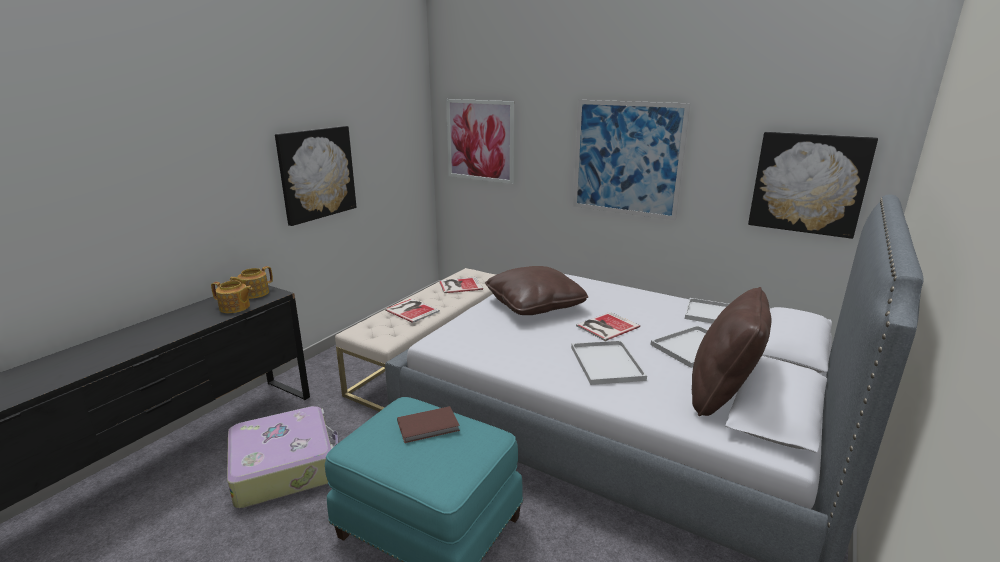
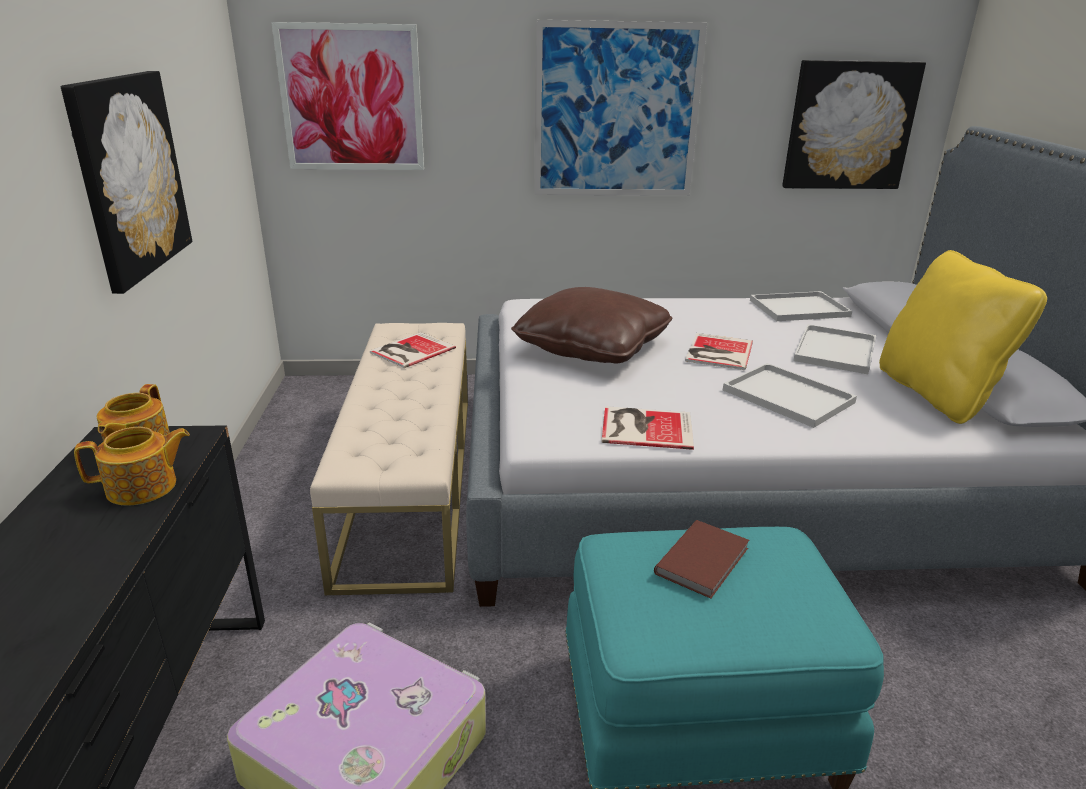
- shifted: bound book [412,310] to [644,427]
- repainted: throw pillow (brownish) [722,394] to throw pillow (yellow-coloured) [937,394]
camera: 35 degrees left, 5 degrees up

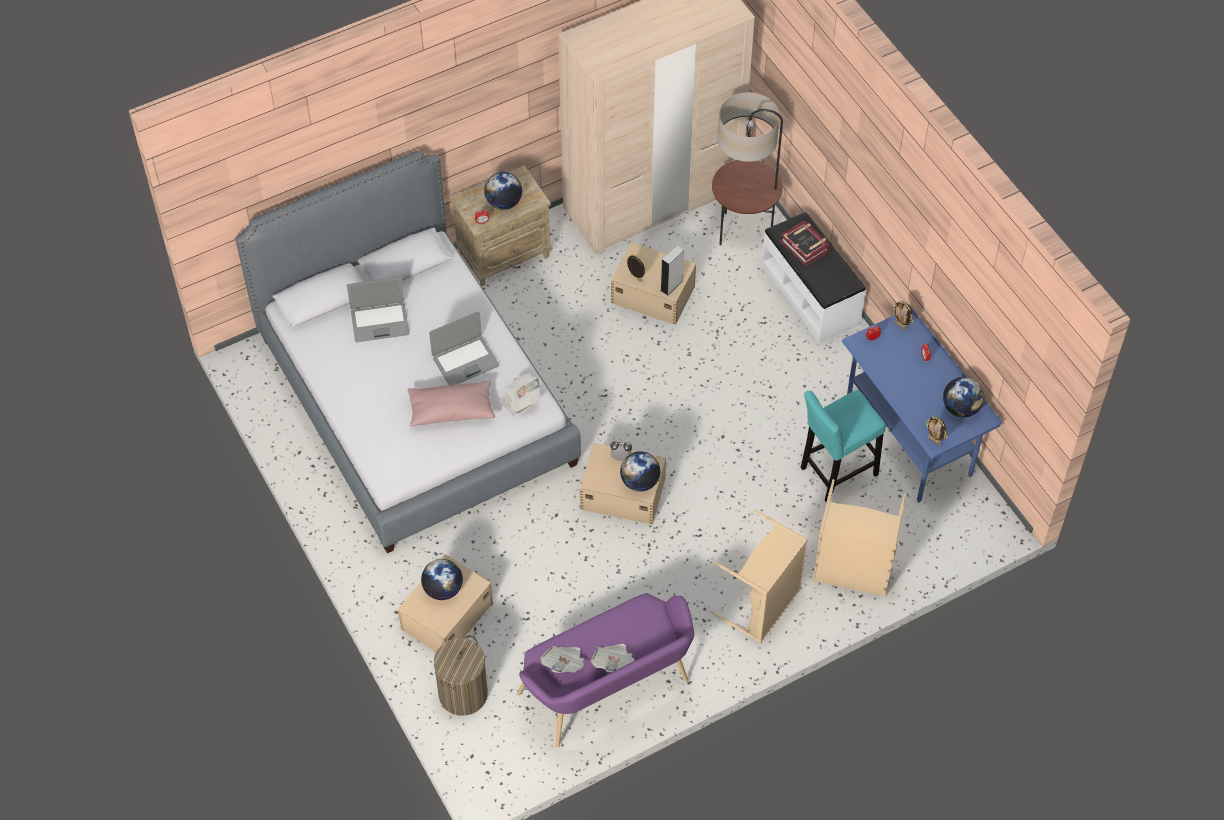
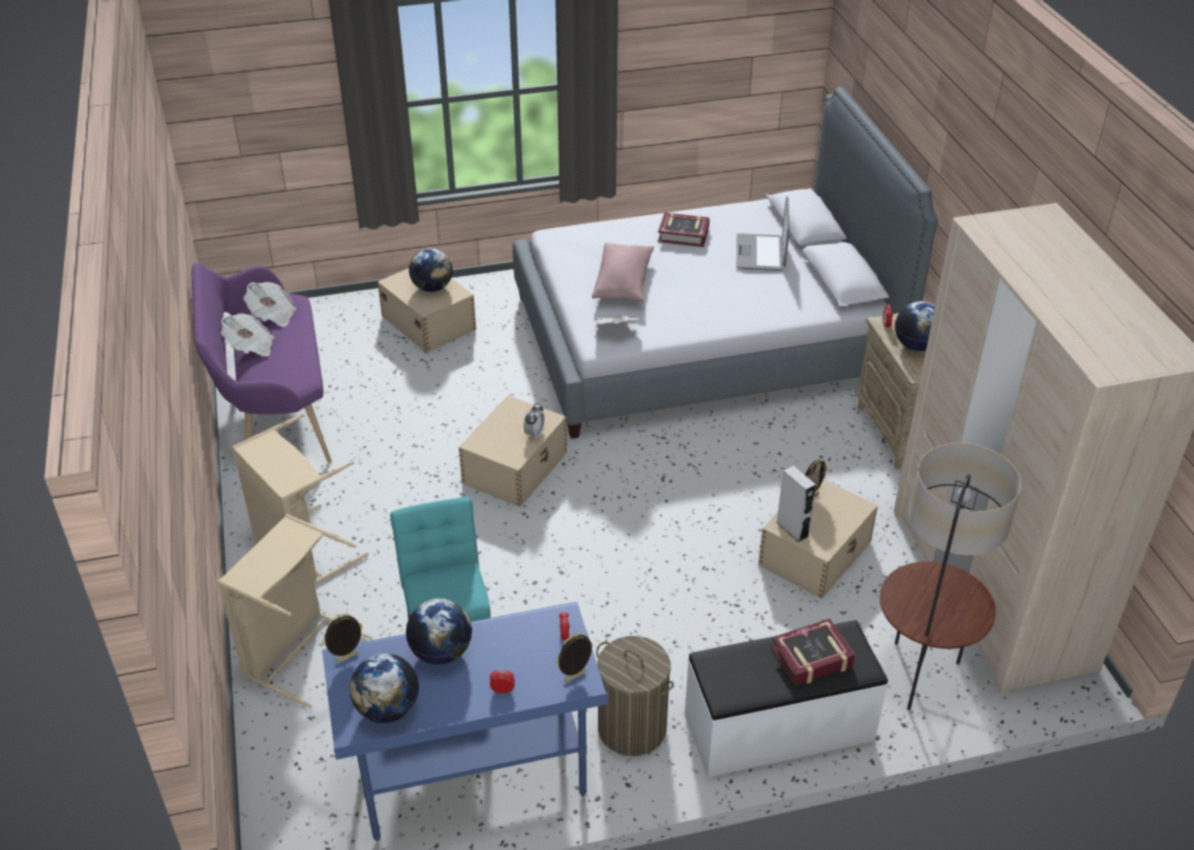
- gone: portable computer [465,361]
- shifted: hamper [463,694] to [632,728]
- shifted: globe [639,482] to [441,652]
- new: bound book [683,234]
camera: 105 degrees right, 15 degrees down

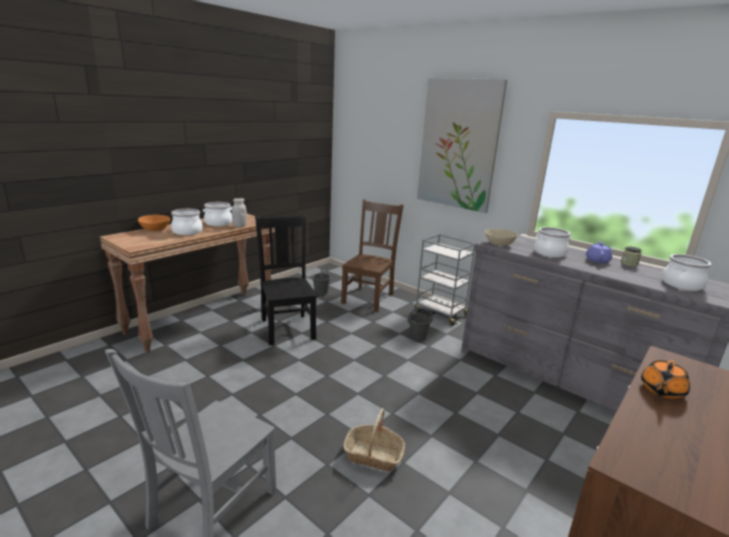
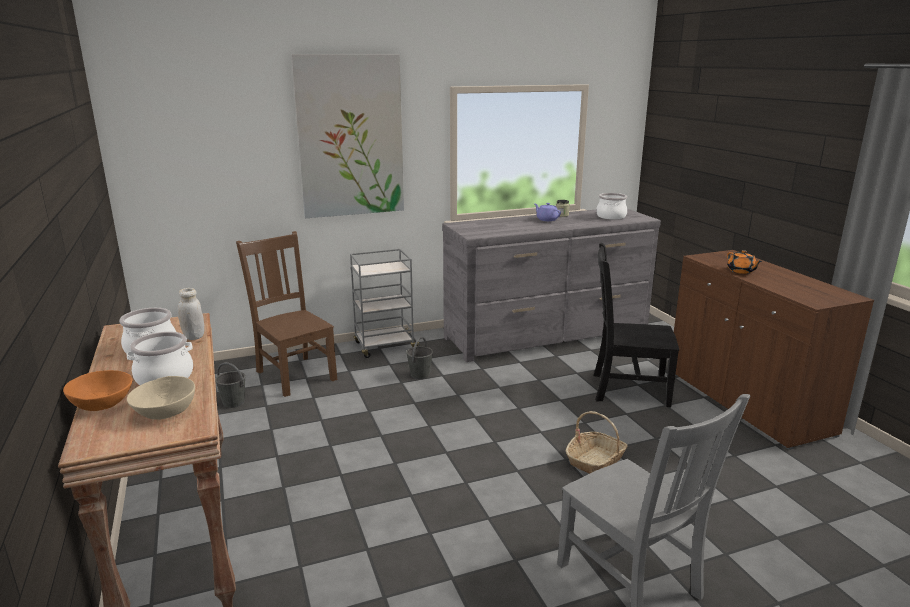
- shifted: plain chair (black) [287,327] to [627,389]
- shifted: bowl (beige) [499,244] to [165,412]
- gone: stockpot [550,253]
camera: 60 degrees left, 0 degrees up

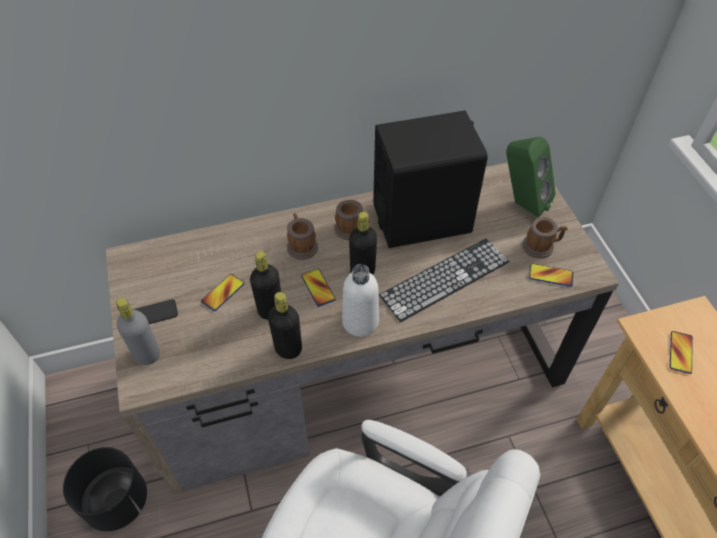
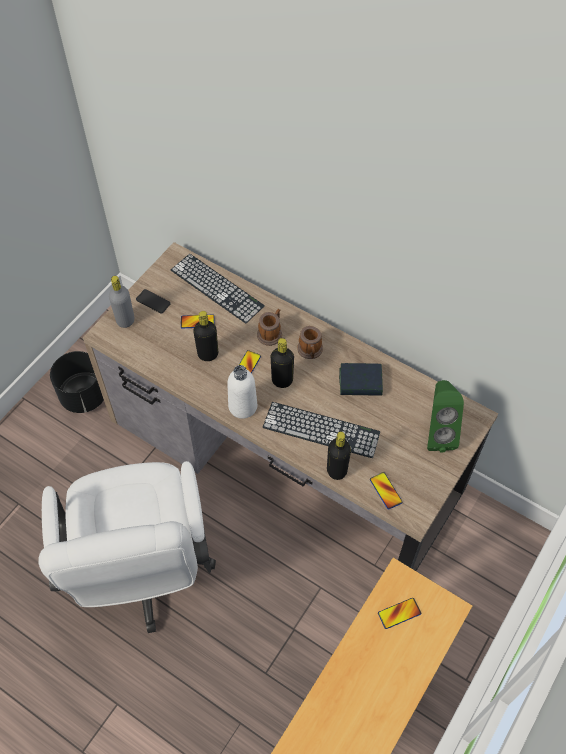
- shifted: beverage bottle (black) [288,349] to [336,470]
- swapped: audio speaker (black) [422,218] to bound book [360,383]
- gone: mug [541,246]
- new: computer keyboard [217,288]
camera: 50 degrees right, 5 degrees up

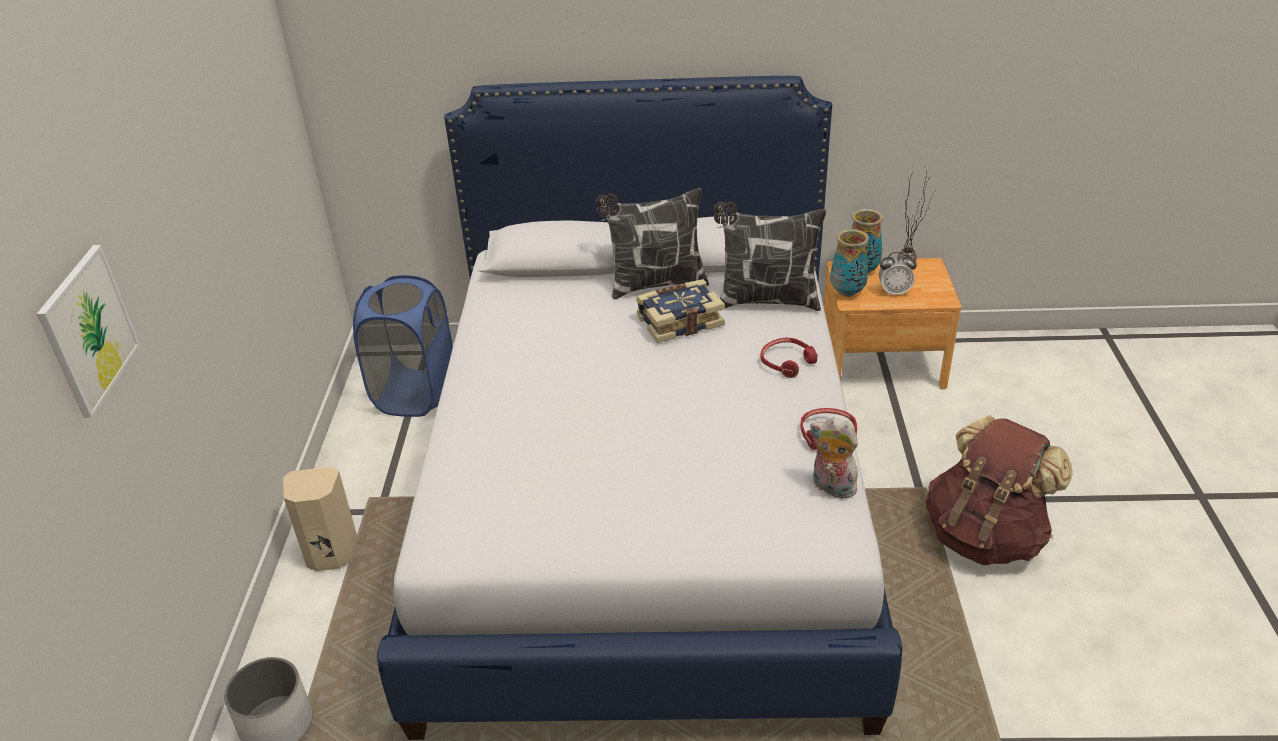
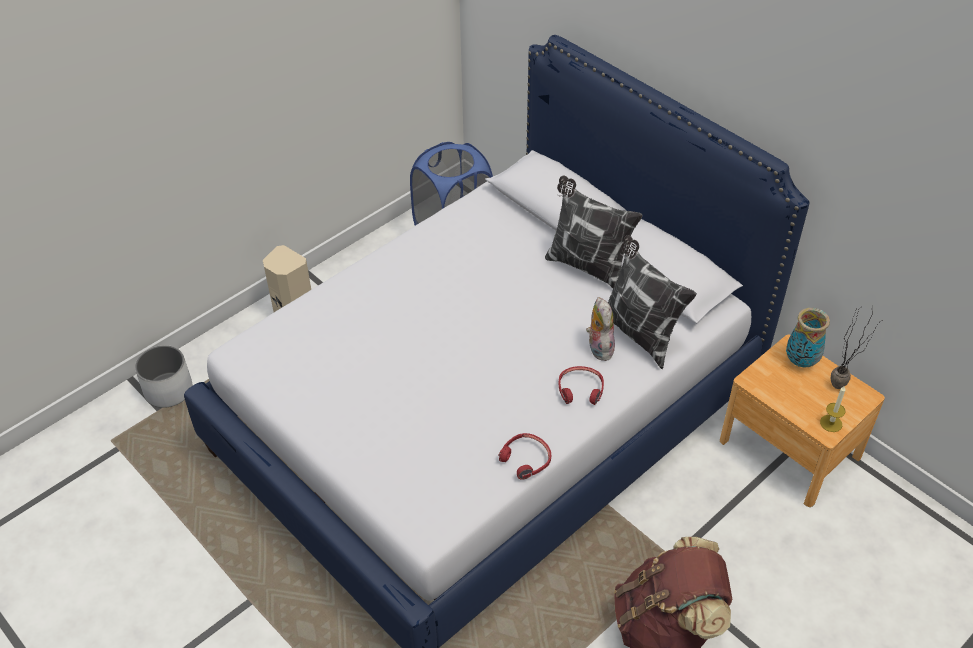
- gone: wall art [88,330]
- gone: bound book [679,321]
- shifted: soft toy [831,488] to [598,348]
- gone: decorative vase [847,292]
- gone: alarm clock [894,292]
- new: candle [831,423]
camera: 45 degrees right, 10 degrees up

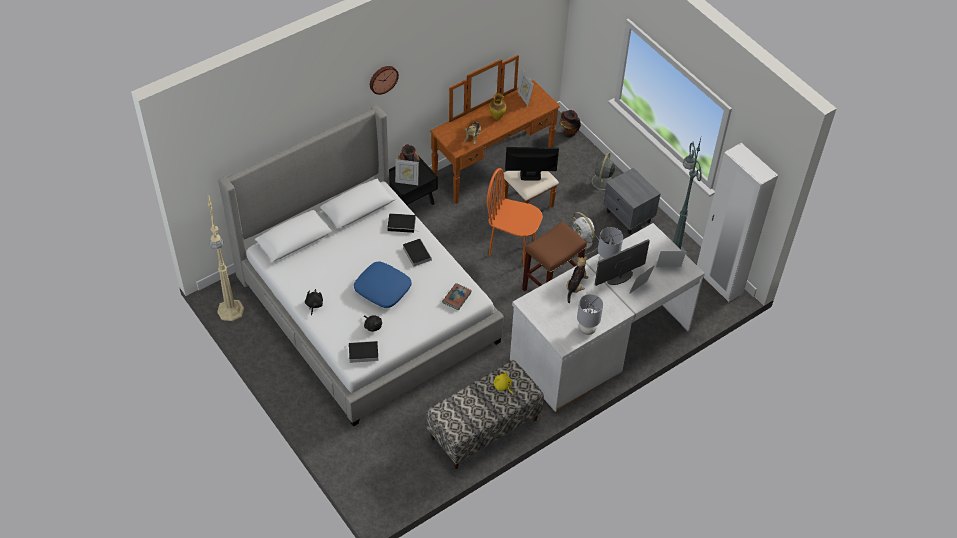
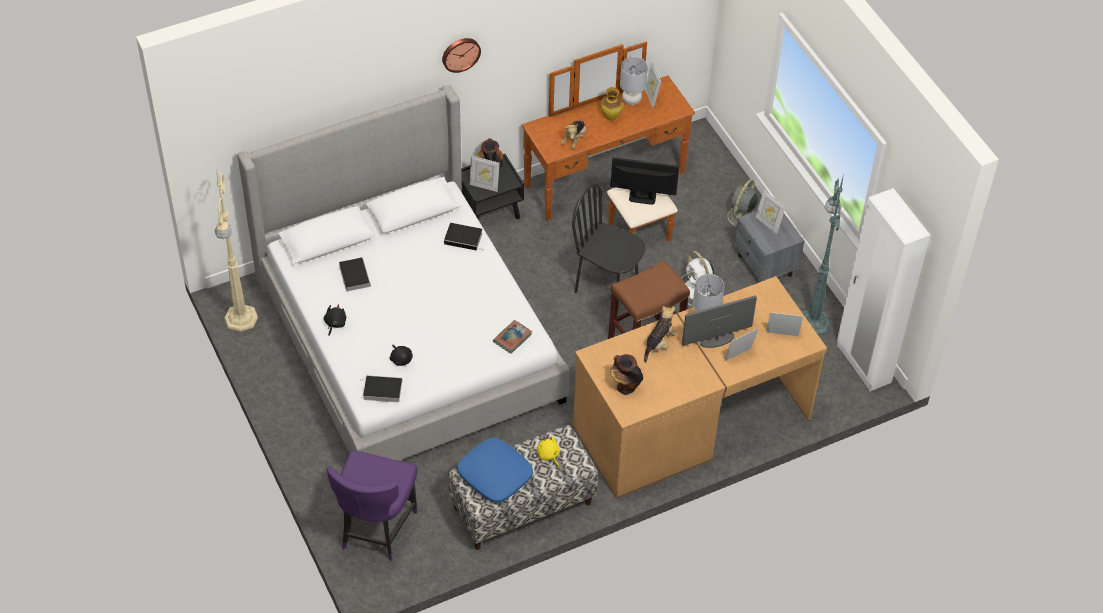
- shifted: throw pillow (bluish) [382,289] to [494,475]
- shifted: bound book [416,253] to [354,275]
- repainted: plain chair (orange) [512,248] to plain chair (black) [606,286]
- repainted: desk table (white) [599,343] to desk table (brownish) [691,421]
- shifted: decorative vase [568,133] to [625,387]
- shifted: lamp for a table (greyish) [587,330] to [632,100]
- new: plain chair (purple-coloured) [376,530]
- new: standing frame [768,224]
camera: 10 degrees right, 0 degrees up

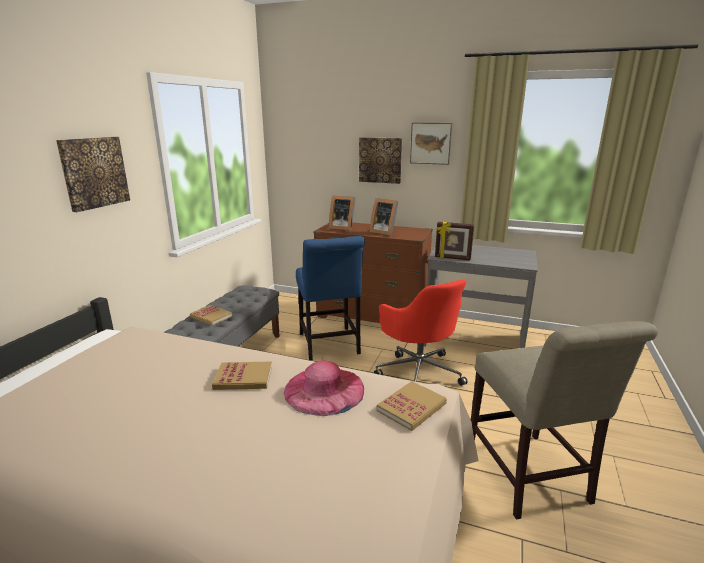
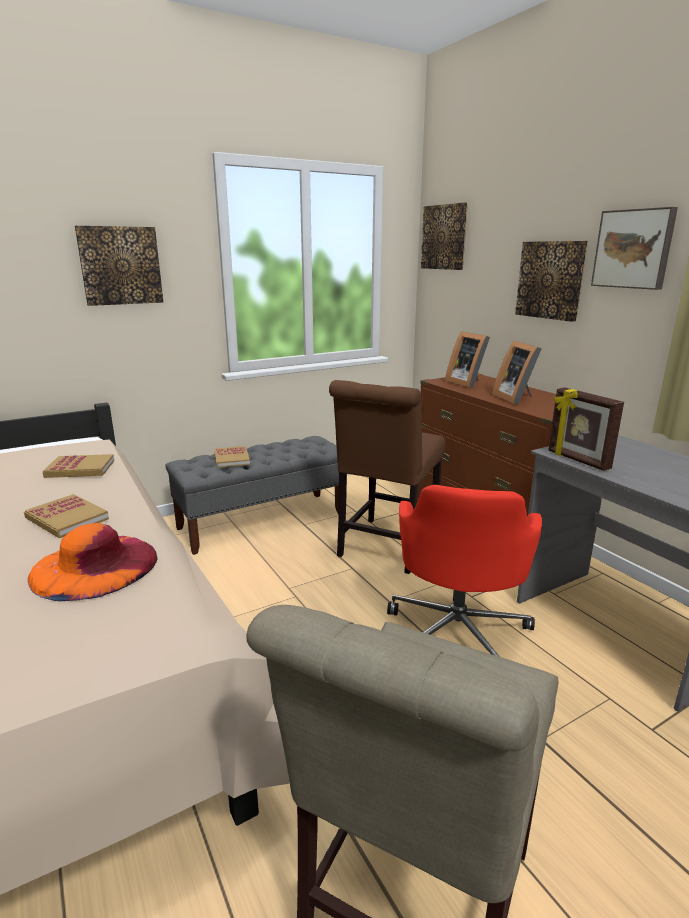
- repainted: wearable hat (pinkish) [324,389] to wearable hat (orange) [94,566]
- repainted: plain chair (bluish) [329,345] to plain chair (brownish) [385,548]
- shifted: bound book [411,407] to [80,469]
- new: wall art [444,237]
camera: 40 degrees right, 0 degrees up

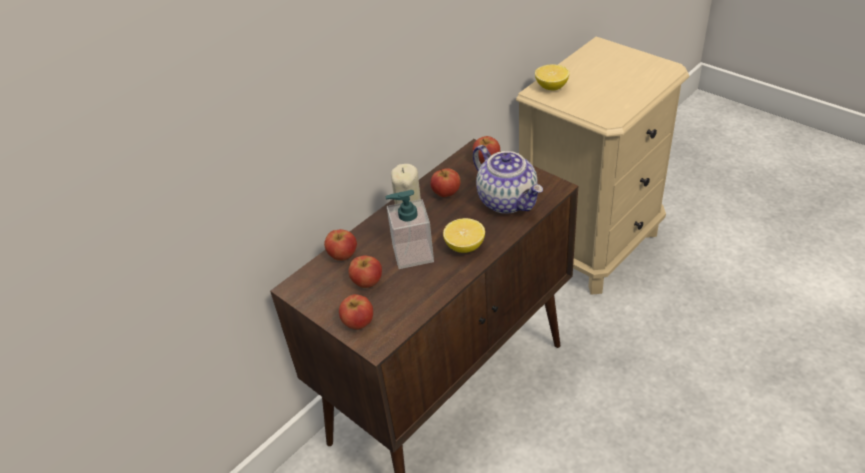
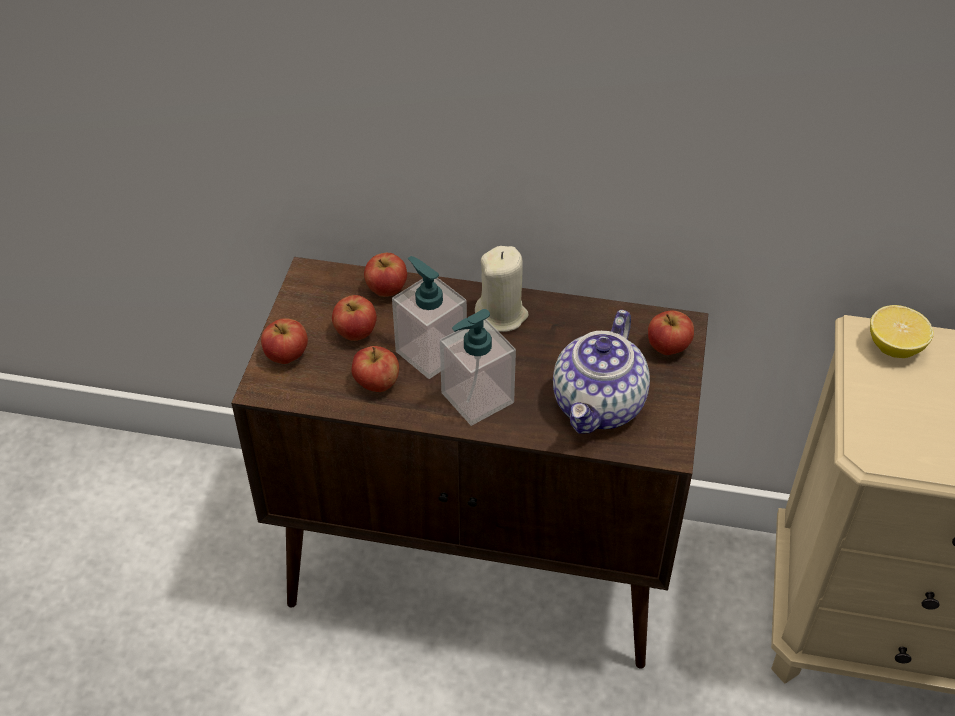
- shifted: whole apple [446,193] to [376,384]
- swapped: lemon [465,246] to soap dispenser [477,398]
camera: 55 degrees right, 5 degrees up

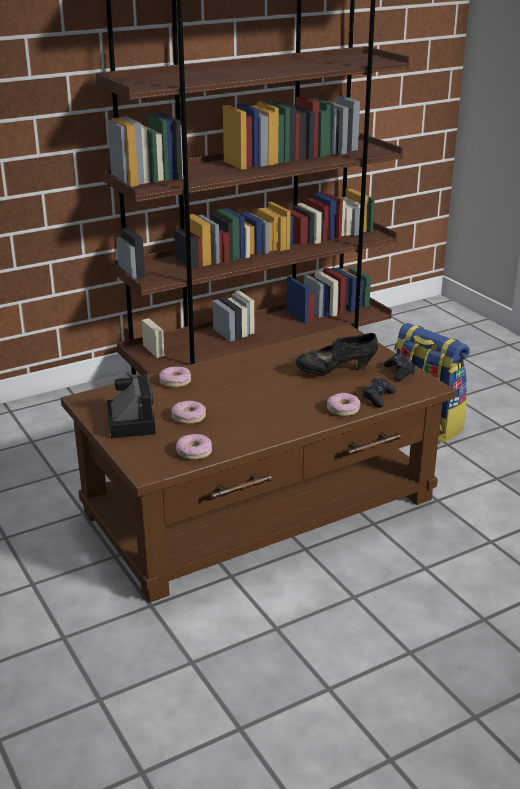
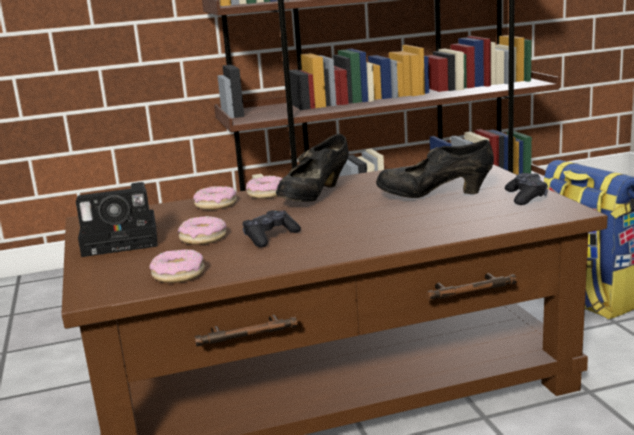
- rotated: photo camera [130,421] = [124,240] 75 degrees clockwise
- shifted: doughnut [343,409] to [266,194]
- shifted: gamepad (black) [378,398] to [270,237]
- new: item of footwear (black) [315,196]
camera: 15 degrees right, 10 degrees down

